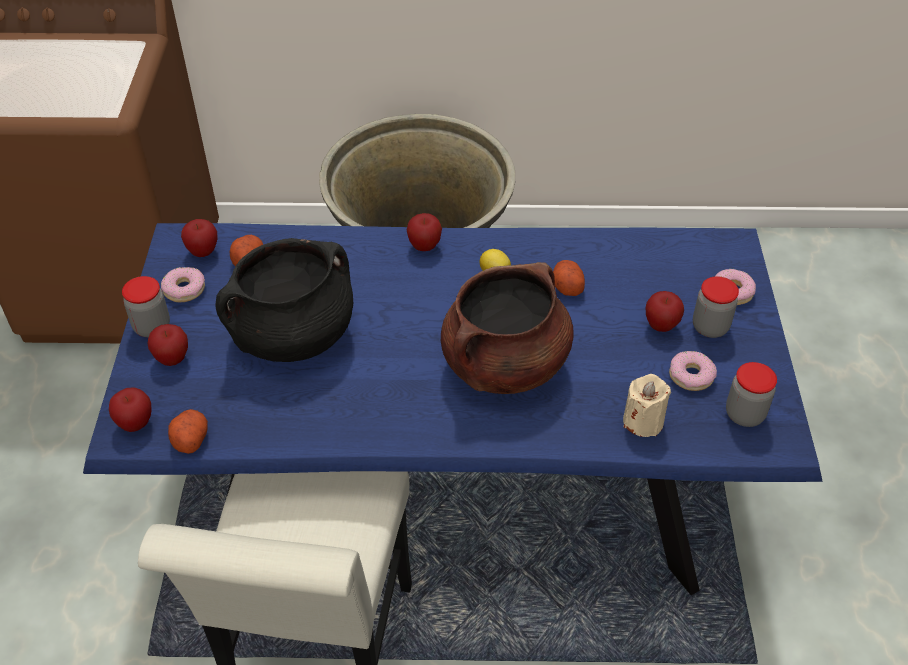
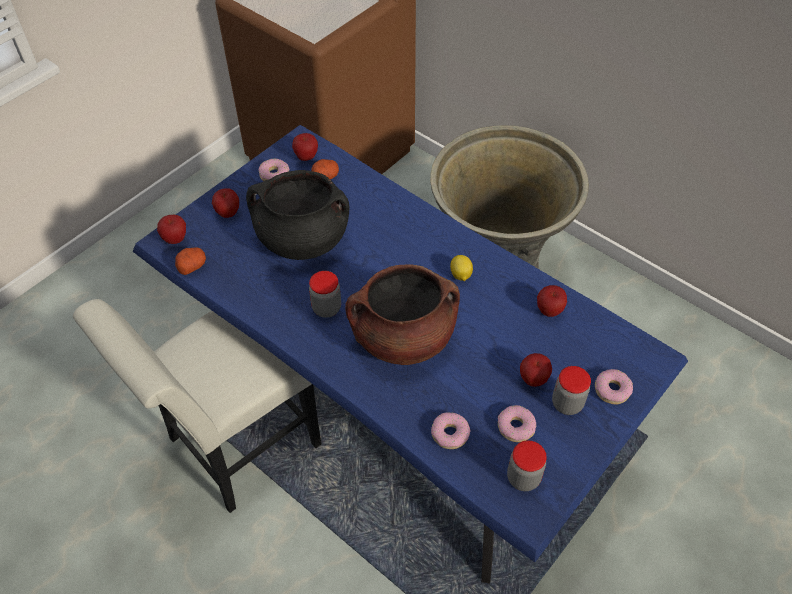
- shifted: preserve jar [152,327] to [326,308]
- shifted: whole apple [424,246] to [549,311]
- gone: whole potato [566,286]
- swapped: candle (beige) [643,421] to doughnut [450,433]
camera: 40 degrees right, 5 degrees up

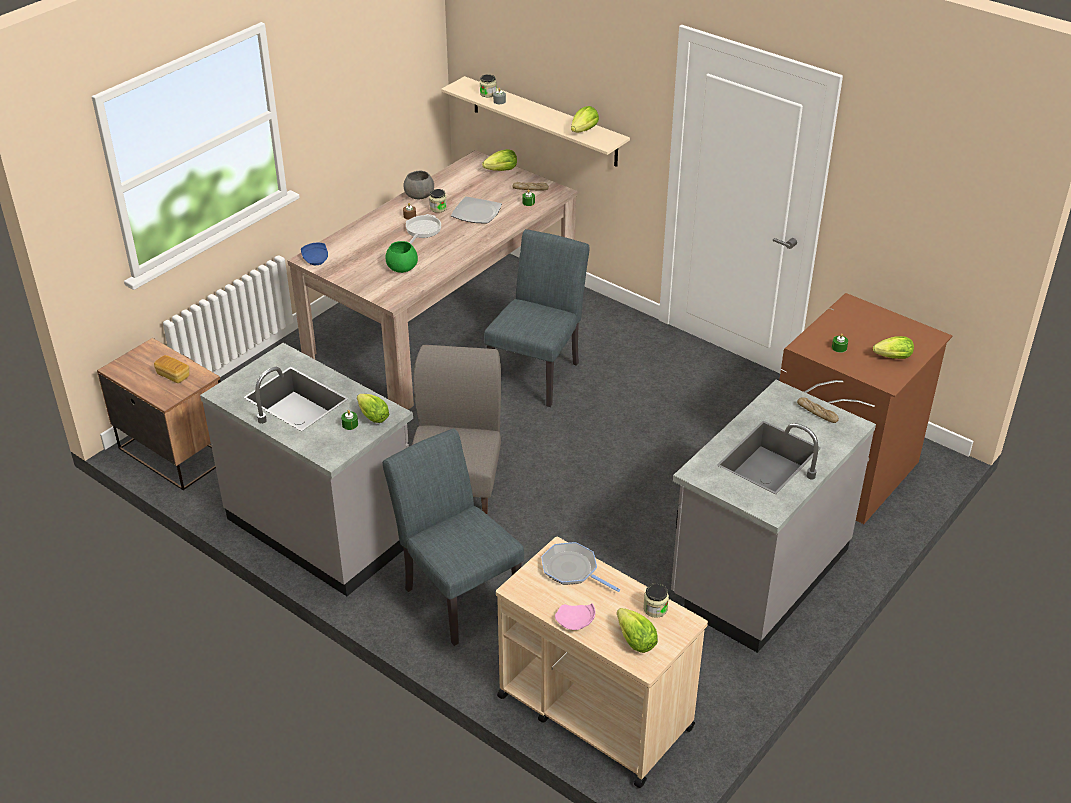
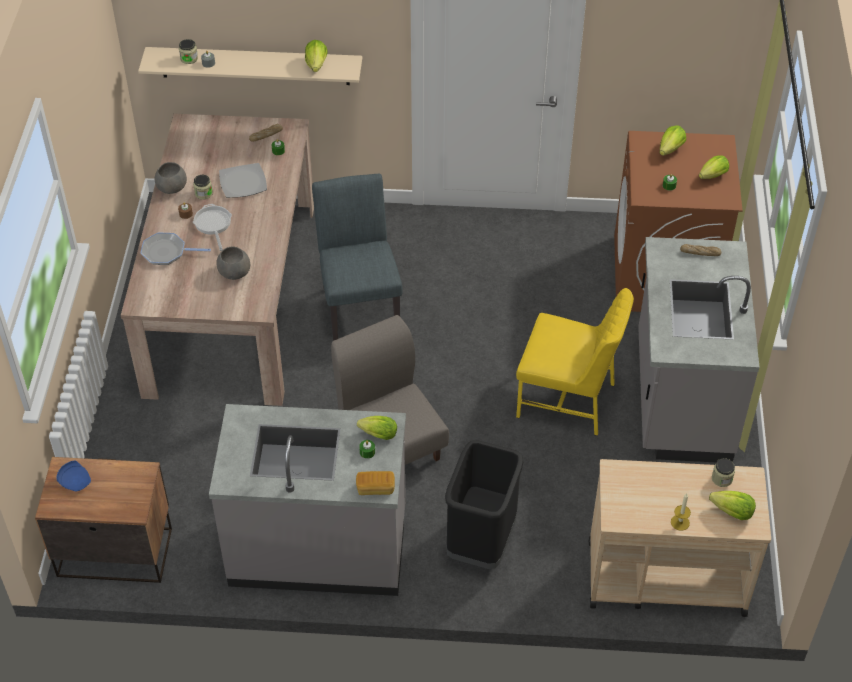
- shifted: bakery bread [173,375] to [375,488]
- shifted: plate (bluish) [316,259] to [75,481]
- swapped: plain chair (greyish) [457,593] to trash can (black) [481,542]
- repainted: bowl (green-coloured) [402,268] to bowl (greyish) [235,272]
- shifted: lettuce head [501,170] to [670,149]
- shifted: skillet [572,570] to [167,252]
- swapped: plate (pinkish) [575,622] to candle [680,522]
- new: plain chair (yellow-coloured) [568,400]
camera: 35 degrees left, 10 degrees up

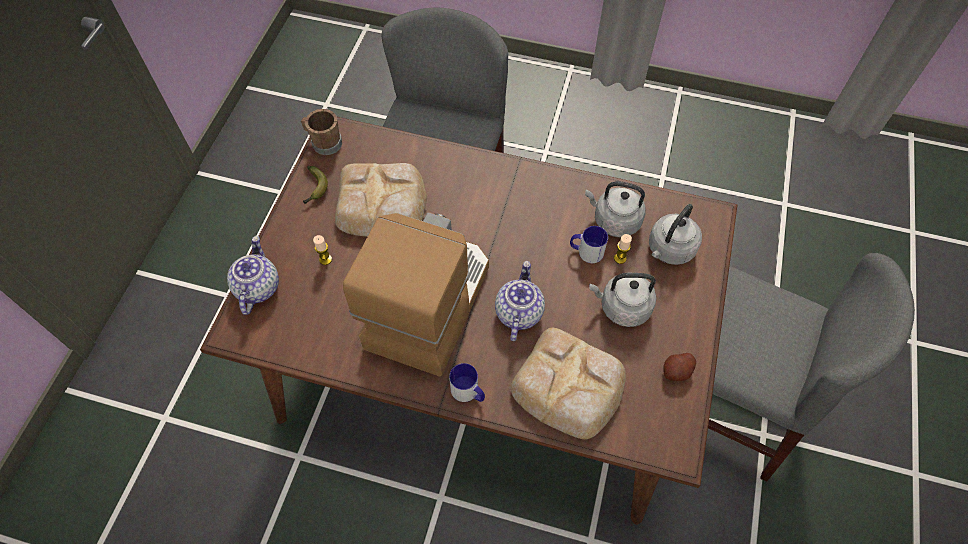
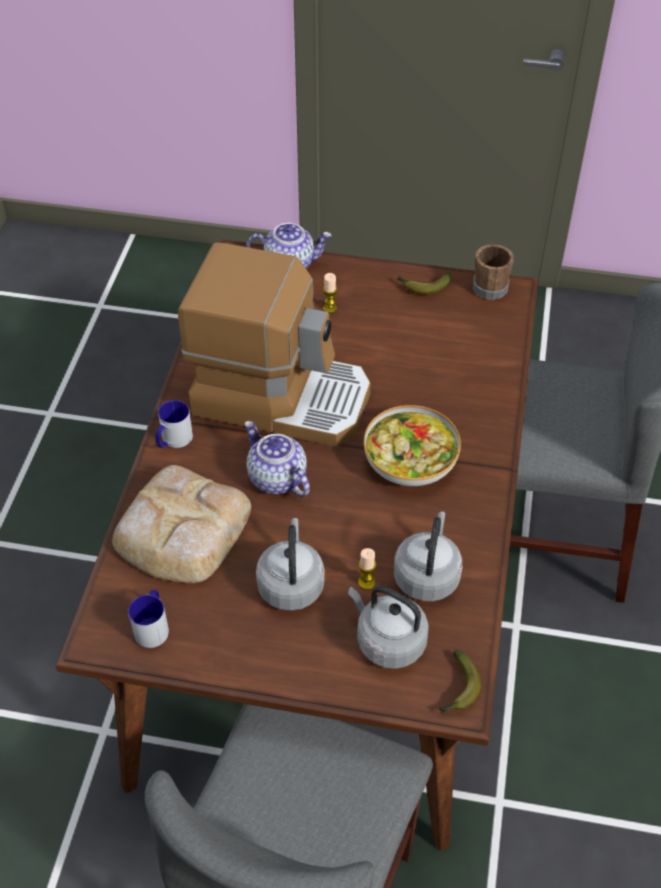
- gone: bakery bread [382,204]
- rotated: teapot [518,312] = [276,478] 135 degrees counterclockwise
- shifted: mug [586,251] to [153,626]
- gone: whole potato [676,371]
- new: bowl [411,460]
- new: whole banana [458,689]
camera: 85 degrees right, 10 degrees down

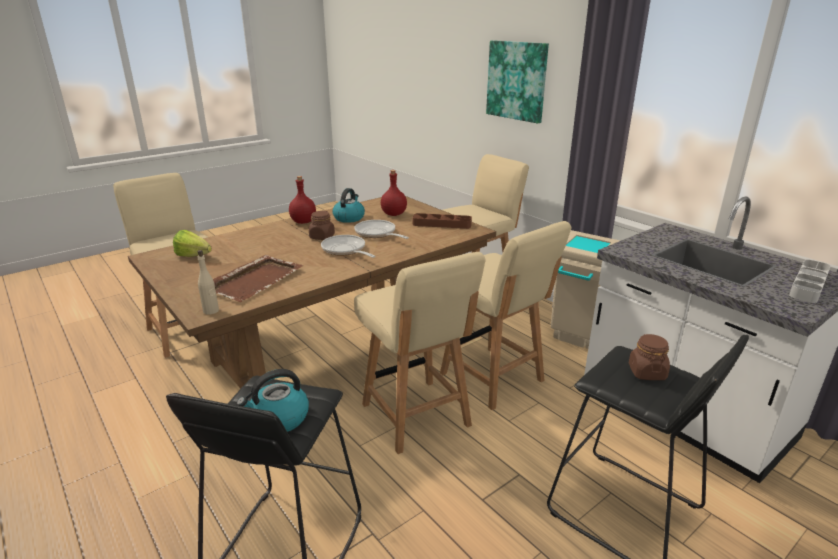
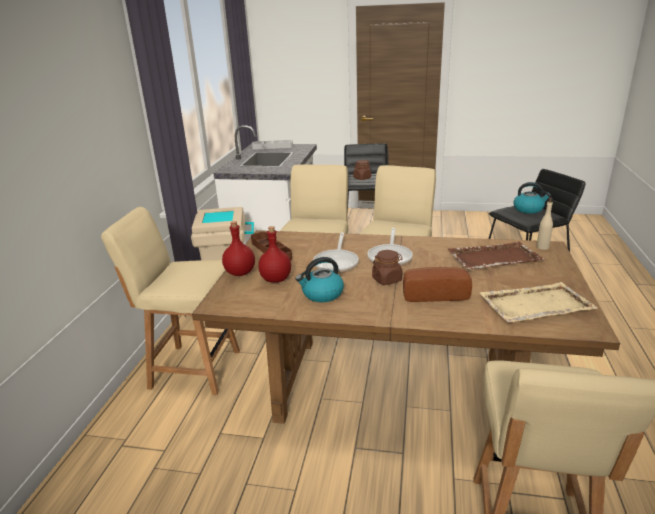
- swapped: lettuce head [195,257] to carrying tray (beige) [534,305]
- shifted: beverage bottle (red-coloured) [304,222] to [240,273]
- gone: wall art [517,81]
- new: bakery bread [434,294]
camera: 130 degrees left, 0 degrees up

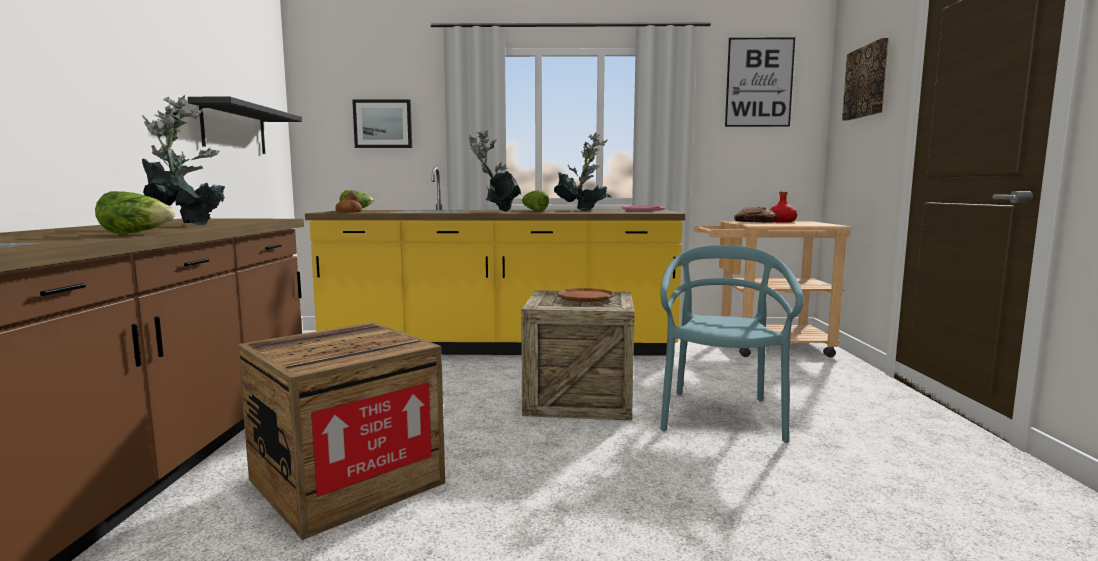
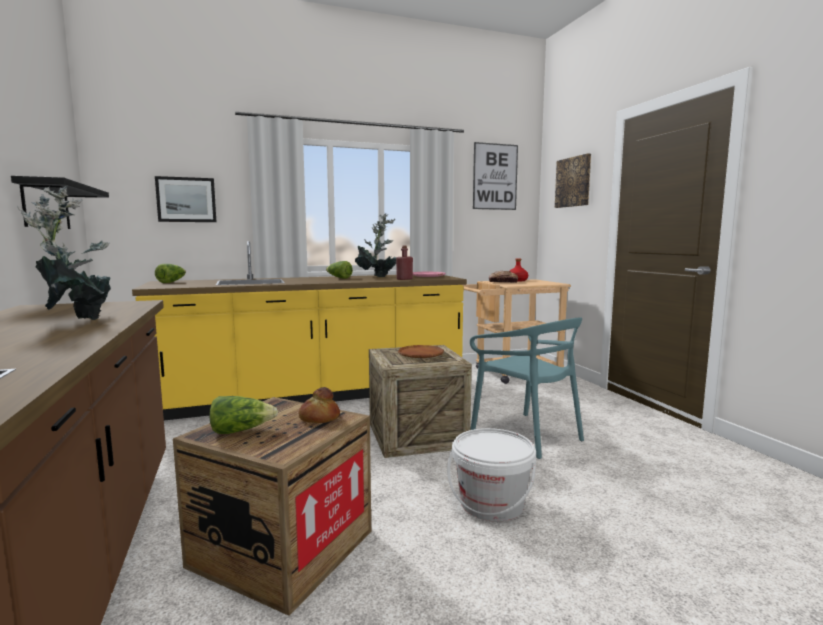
- shifted: lettuce head [138,233] to [241,430]
- shifted: bakery bread [348,212] to [319,418]
- gone: houseplant [496,211]
- rotated: plain chair (turquoise-coloured) [721,416] = [527,435] 150 degrees clockwise
- new: beverage bottle (red-coloured) [404,279]
- new: water bucket (white) [491,504]
camera: 20 degrees left, 0 degrees up

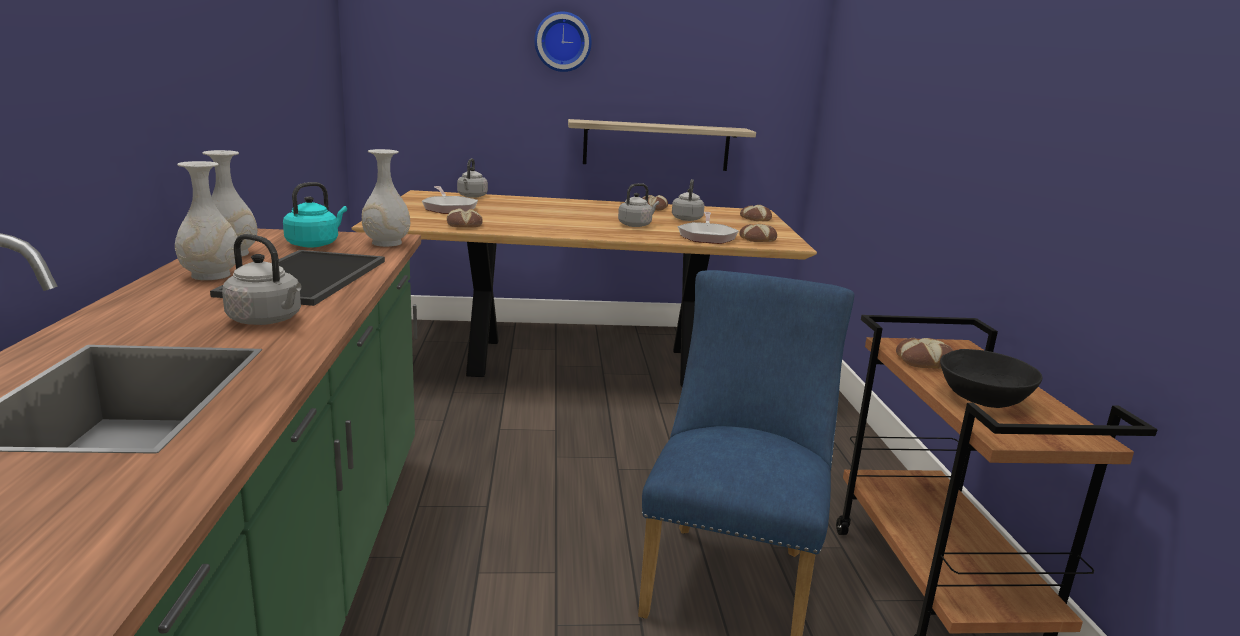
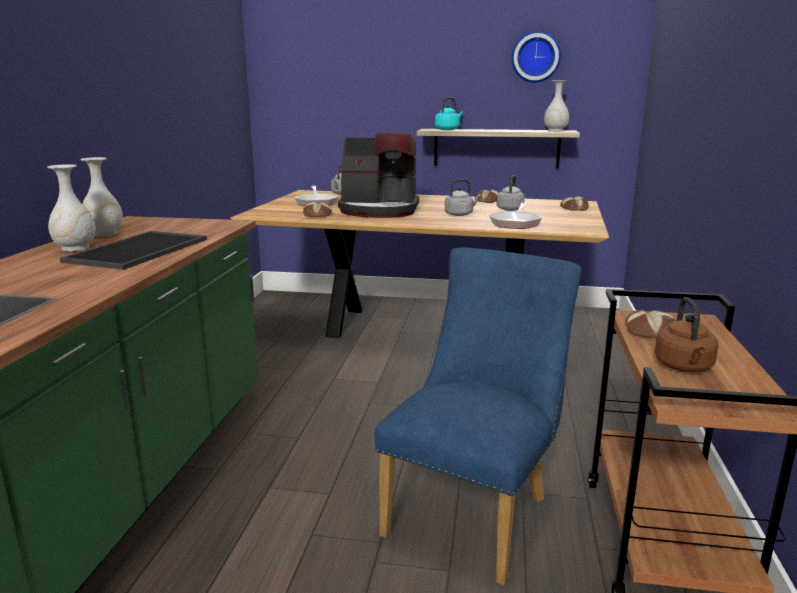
- gone: water kettle (greyish) [268,320]
- shifted: water kettle (turquoise-coloured) [315,244] to [448,129]
- shifted: decorative vase (white) [386,243] to [555,131]
- shifted: hanging clock [563,42] to [535,57]
- gone: bakery bread [757,239]
- swapped: bowl (black) [983,399] to water kettle (brownish) [684,367]
- new: coffee machine [379,210]
camera: 15 degrees right, 0 degrees up

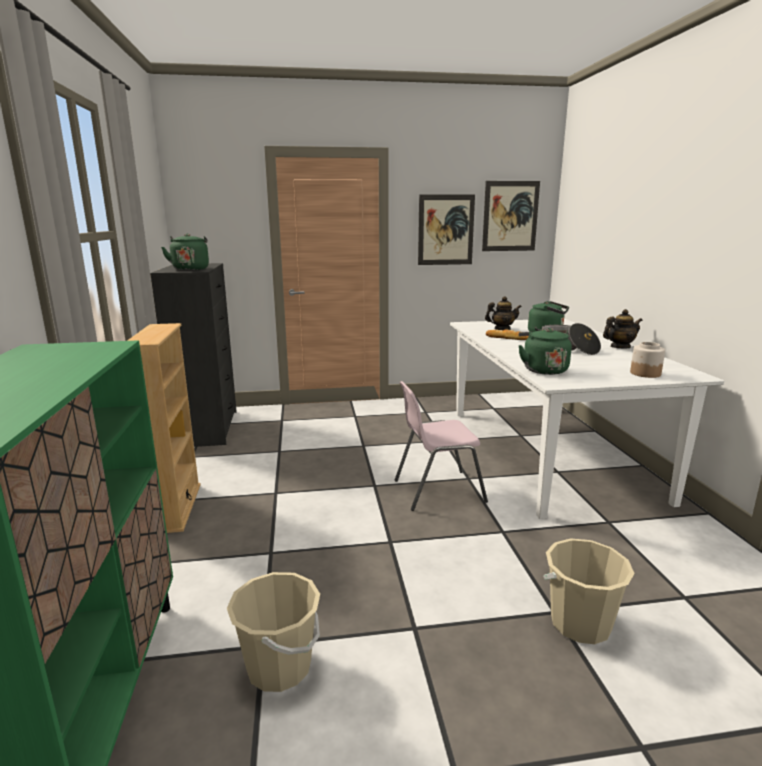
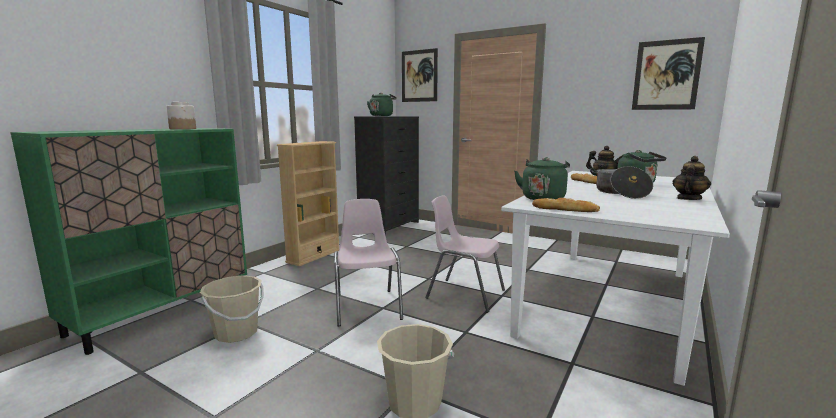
- shifted: wall art [446,230] to [419,76]
- rotated: teapot [620,347] = [688,199] 75 degrees counterclockwise
- shifted: preserve jar [645,373] to [183,129]
- new: plain chair (pinkish) [367,306]
- new: bakery bread [565,209]
camera: 40 degrees right, 5 degrees down

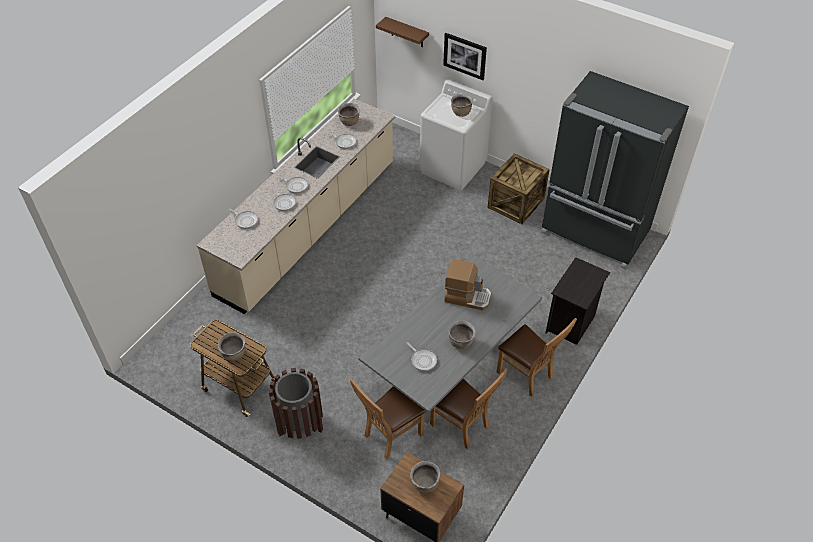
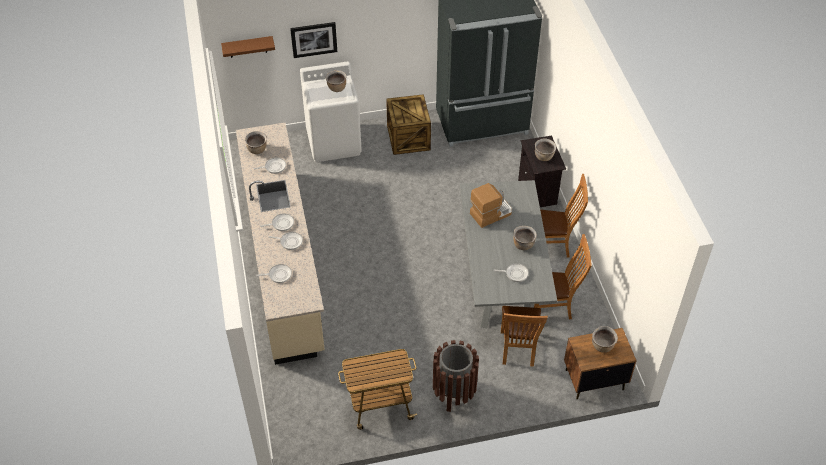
- shifted: stockpot (brownish) [234,354] to [544,157]
camera: 45 degrees left, 0 degrees up

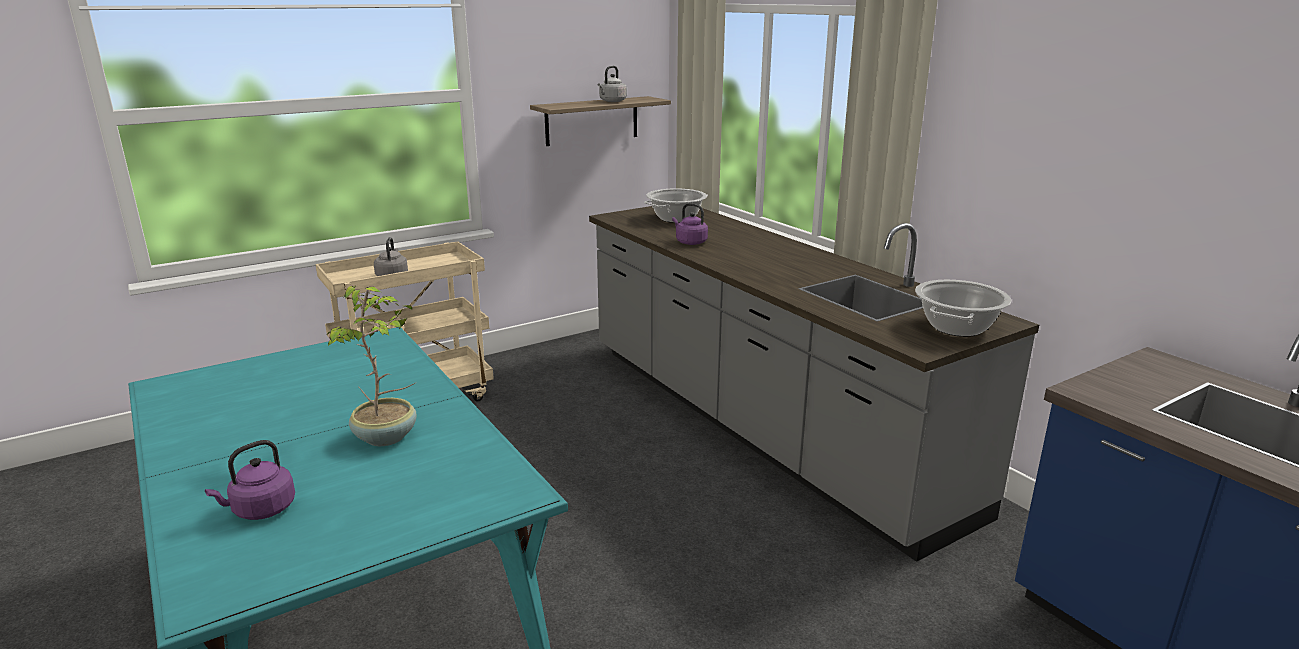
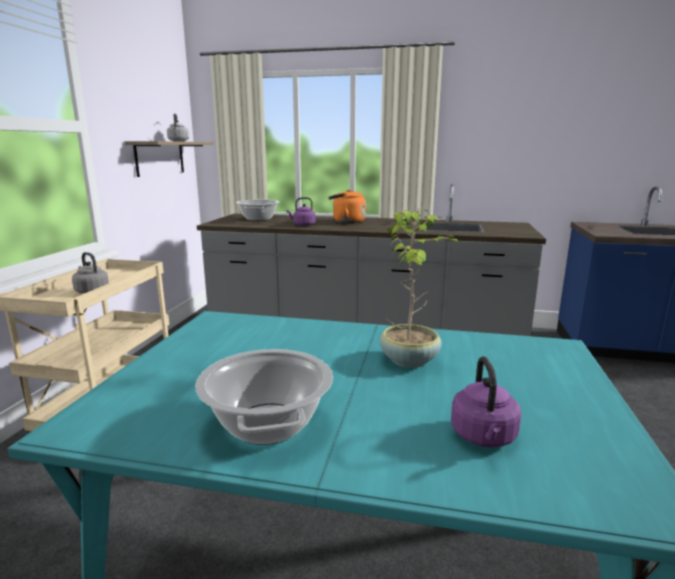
- shifted: stockpot [957,327] to [268,424]
- new: water kettle (orange) [346,221]
camera: 45 degrees left, 5 degrees down

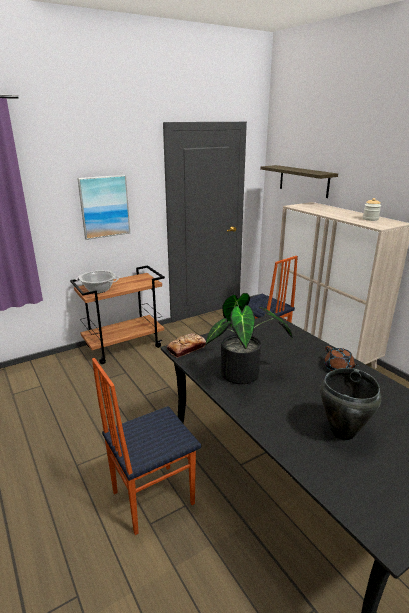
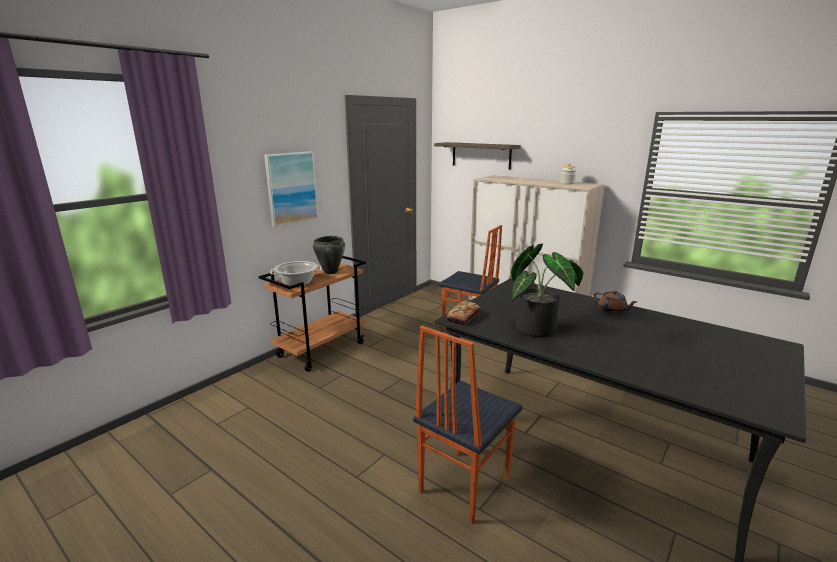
- shifted: stockpot (black) [342,432] to [330,272]
camera: 20 degrees left, 5 degrees down

